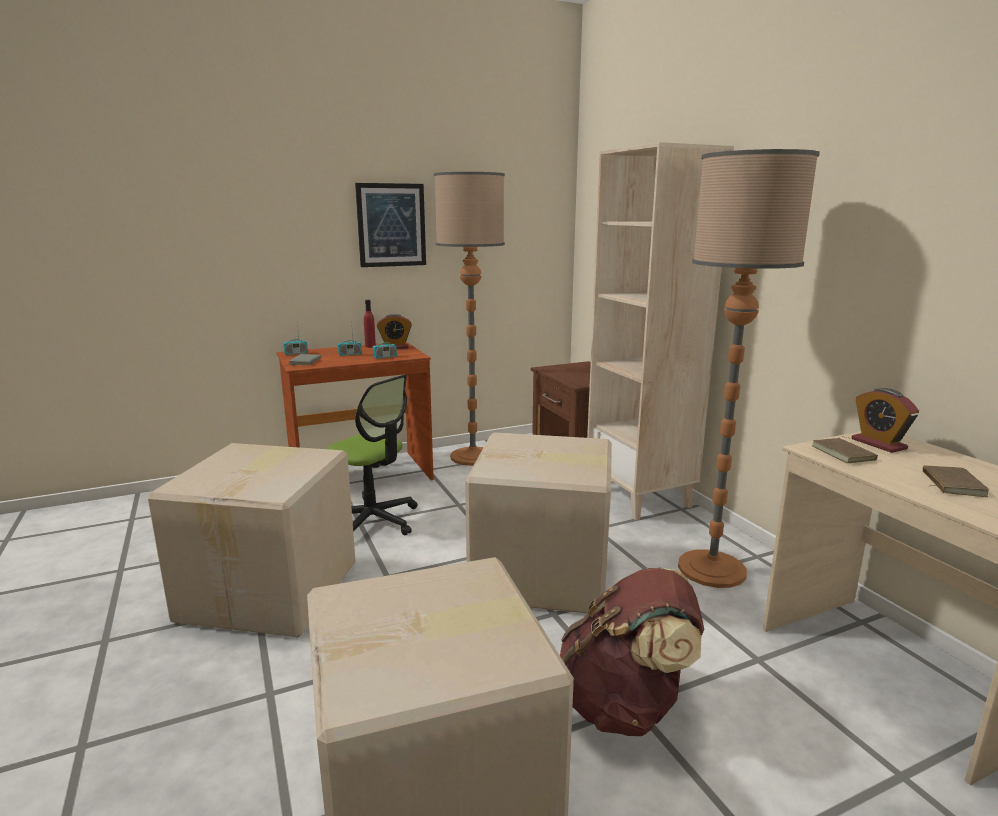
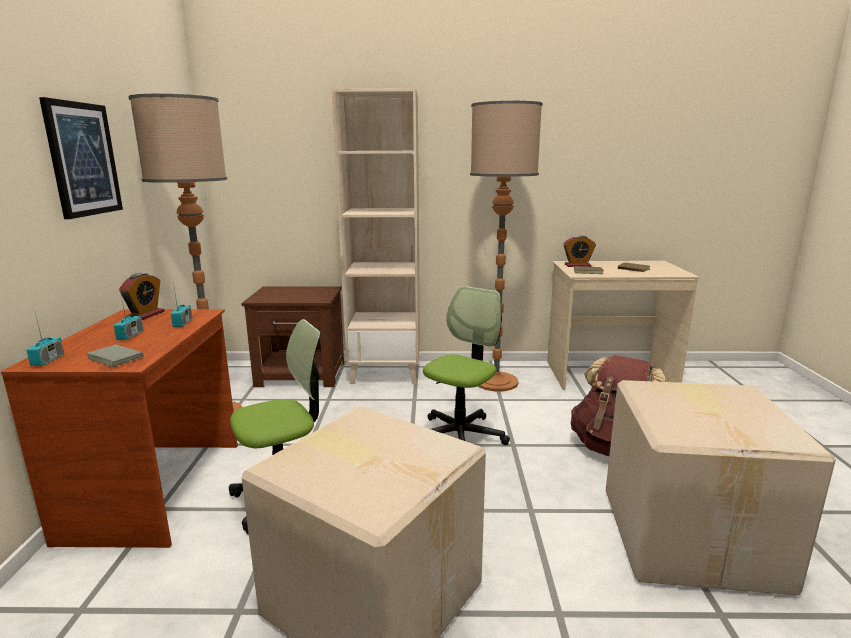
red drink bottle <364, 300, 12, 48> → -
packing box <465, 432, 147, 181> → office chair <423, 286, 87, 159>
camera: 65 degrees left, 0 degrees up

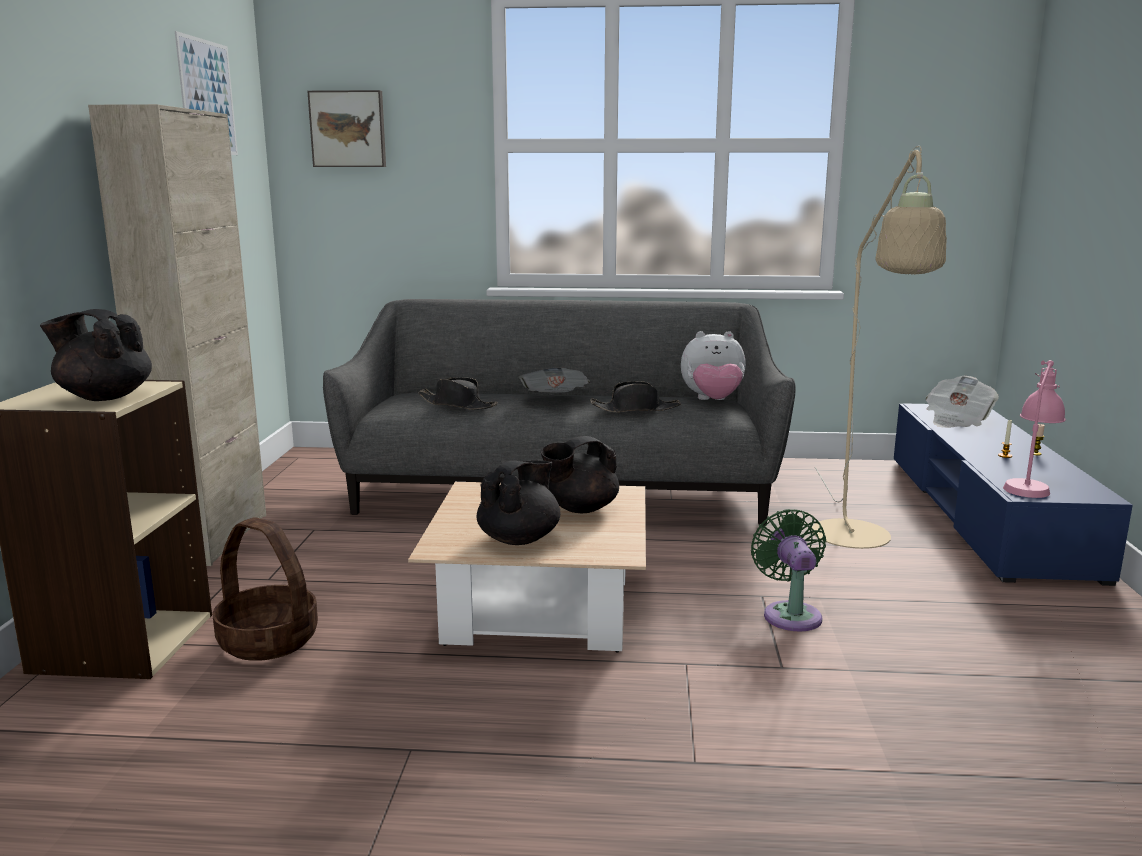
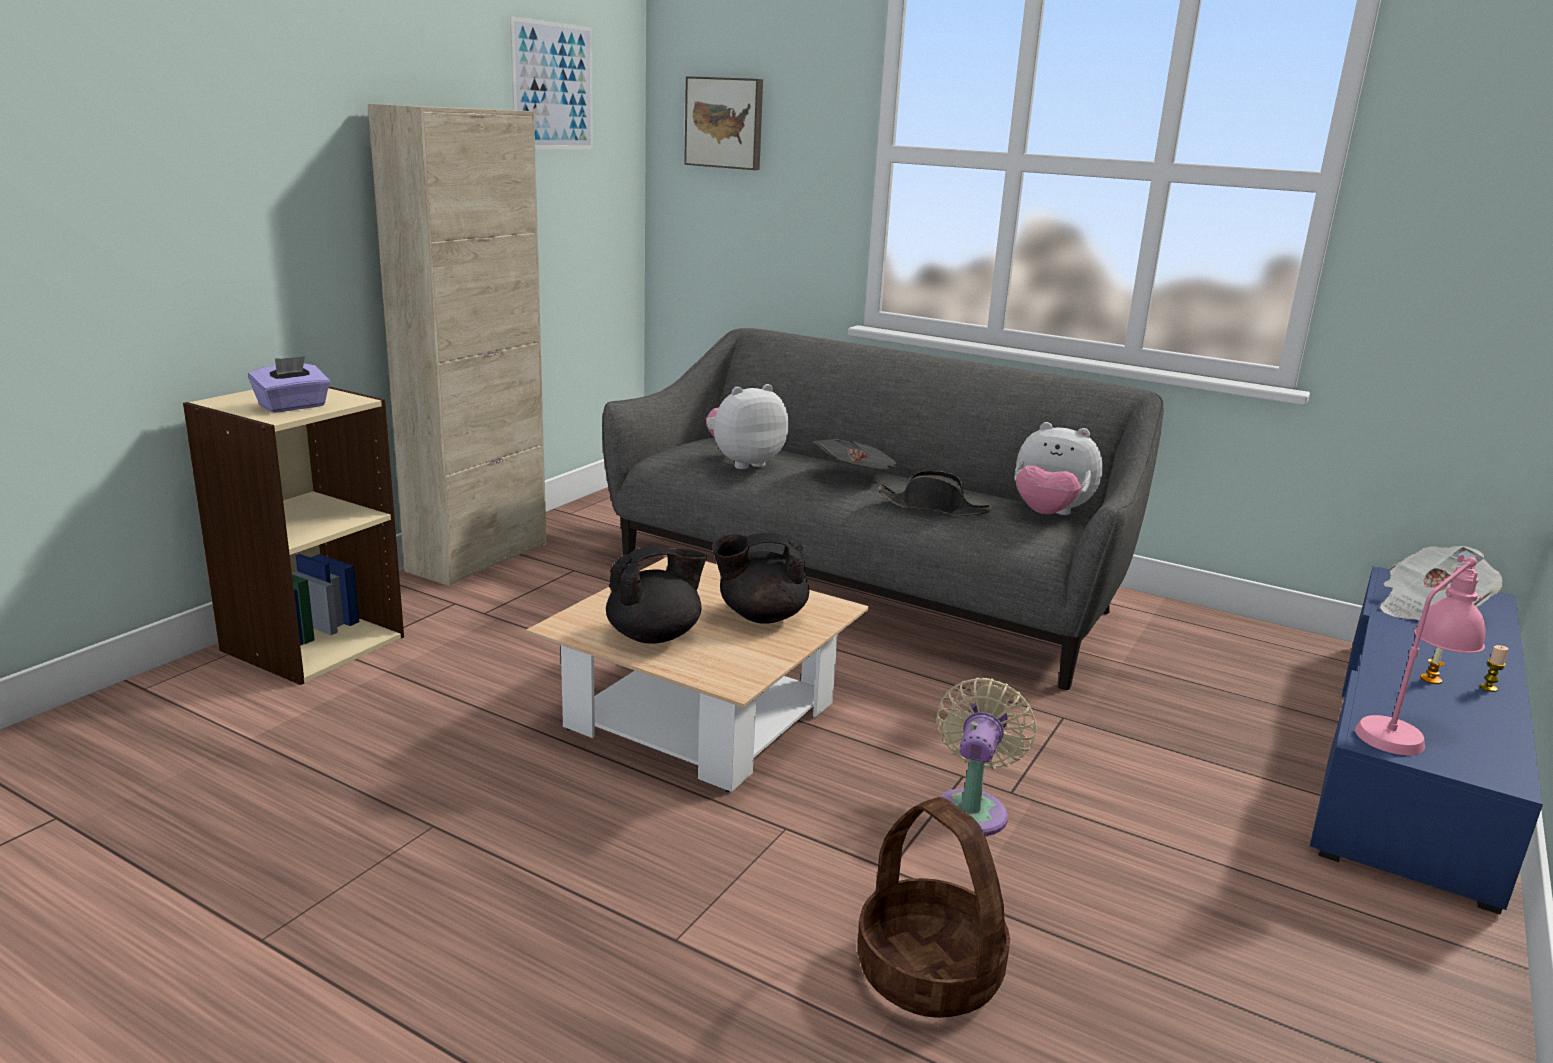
blackish teapot <40, 309, 112, 92> → purplish tissue holder <248, 356, 82, 57>
household basket <212, 517, 106, 144> → household basket <857, 797, 153, 221>, relocated
blackish hat <418, 377, 80, 33> → soft toy <706, 384, 83, 85>
green-coloured electric fan <751, 509, 75, 123> → beige-coloured electric fan <936, 678, 101, 158>
beige-coloured standard lamp <812, 146, 135, 403> → -
camera: 25 degrees right, 5 degrees up

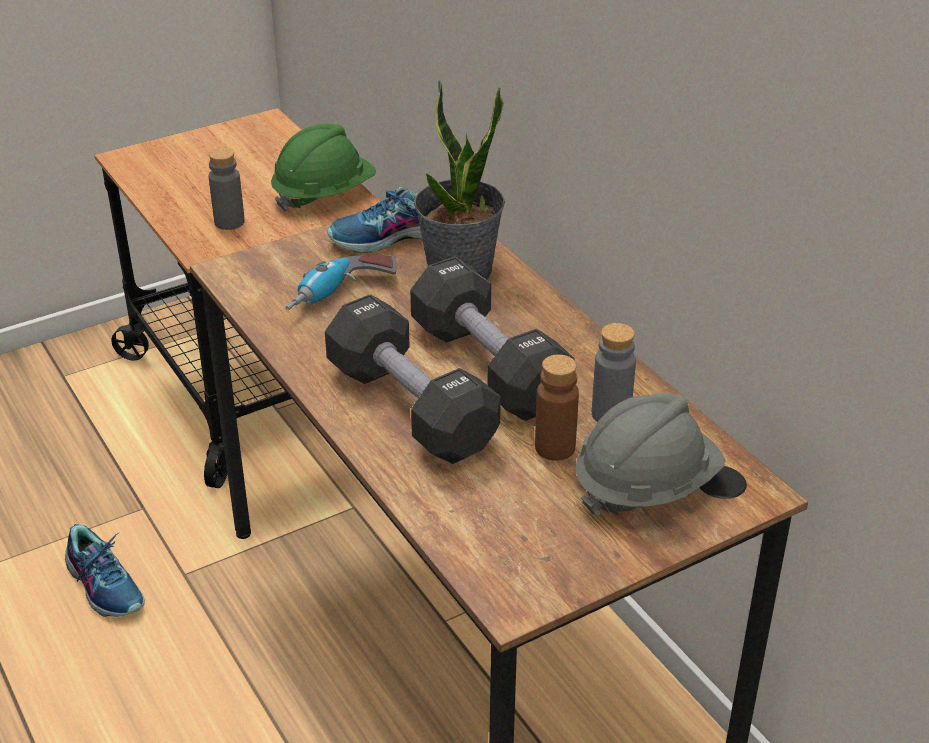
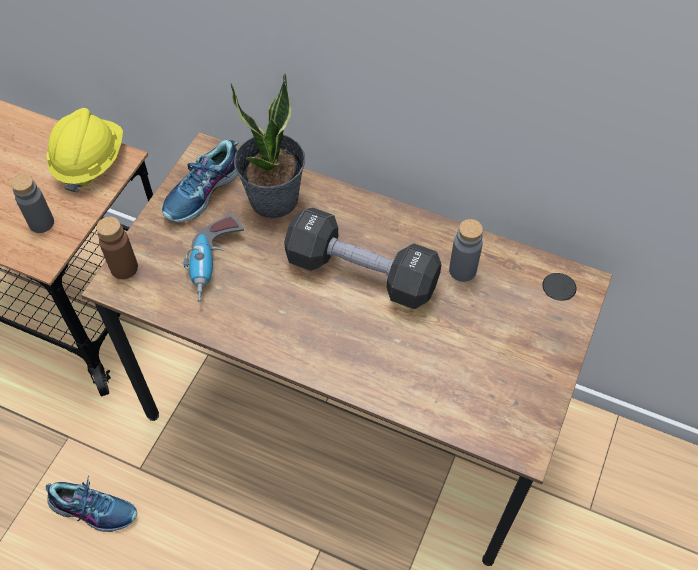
green-coloured safety helmet <271, 124, 105, 87> → yellow-coloured safety helmet <46, 108, 77, 85>
blackish free weight <325, 294, 176, 170> → -
brownish drink bottle <535, 354, 44, 107> → brownish drink bottle <96, 217, 42, 62>, relocated
greyish safety helmet <575, 394, 150, 123> → -
camera: 35 degrees left, 20 degrees up

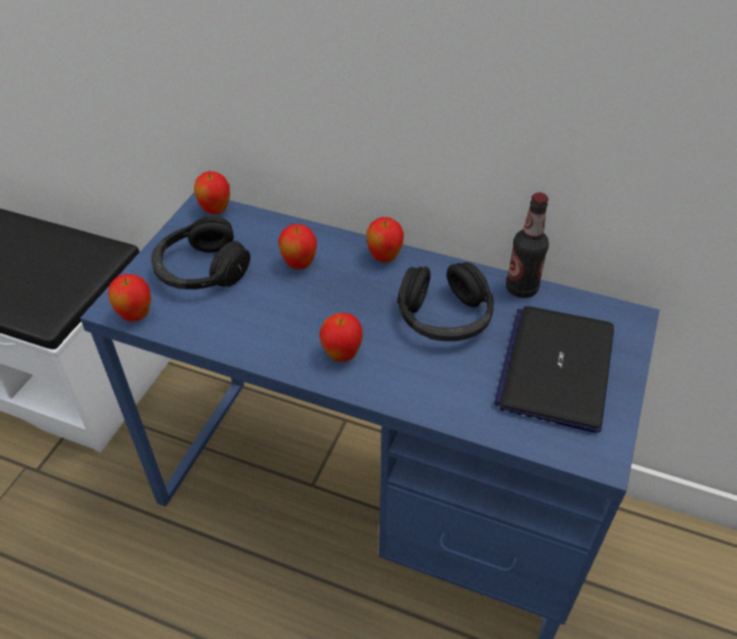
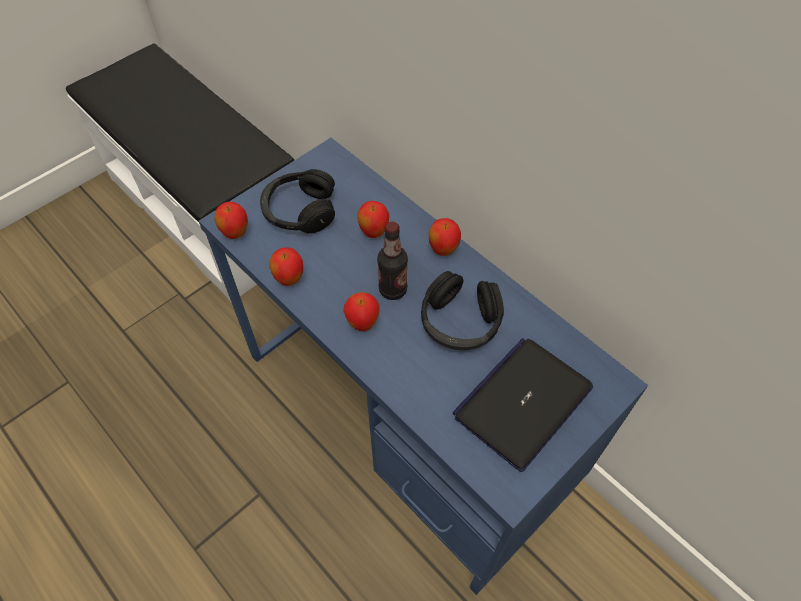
apple fruit <194, 171, 36, 43> → apple fruit <269, 247, 34, 39>, relocated
drink bottle <506, 192, 43, 106> → drink bottle <377, 222, 31, 78>, relocated
camera: 25 degrees right, 10 degrees up

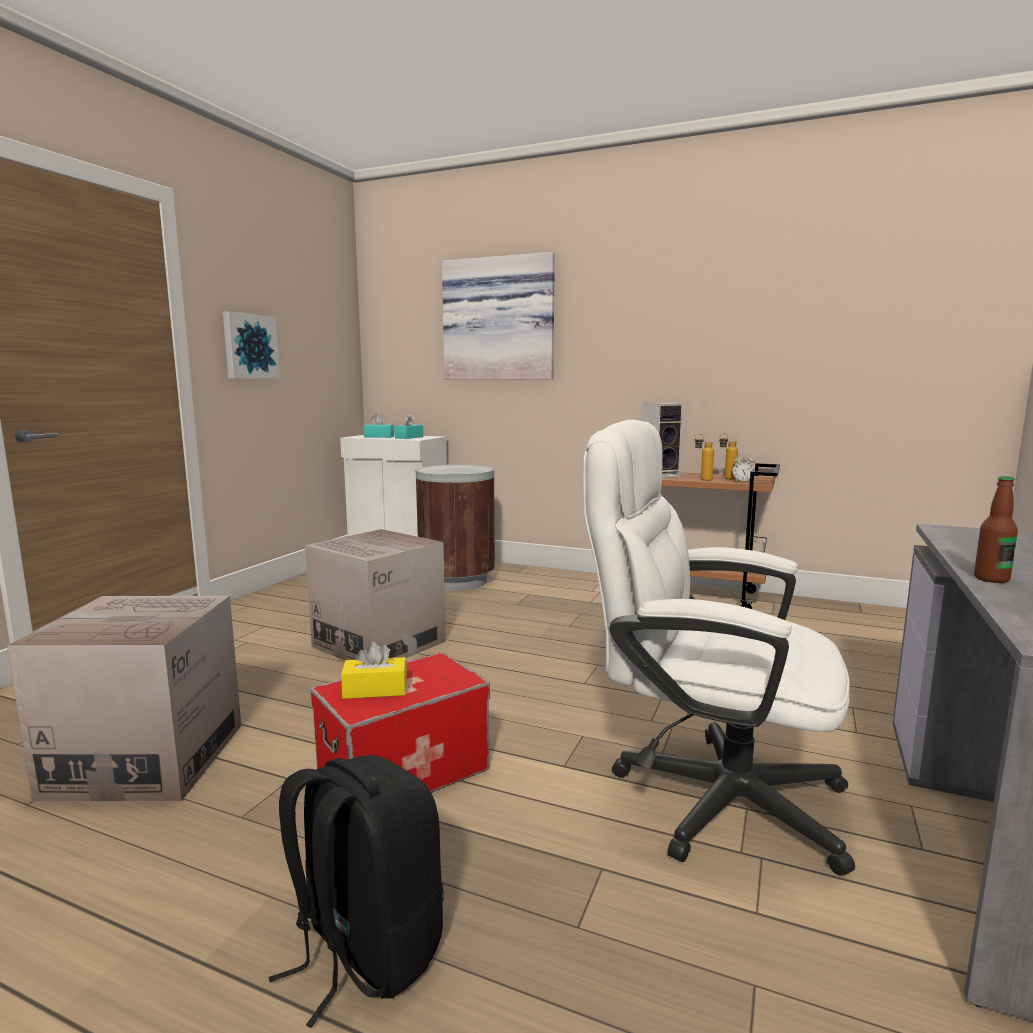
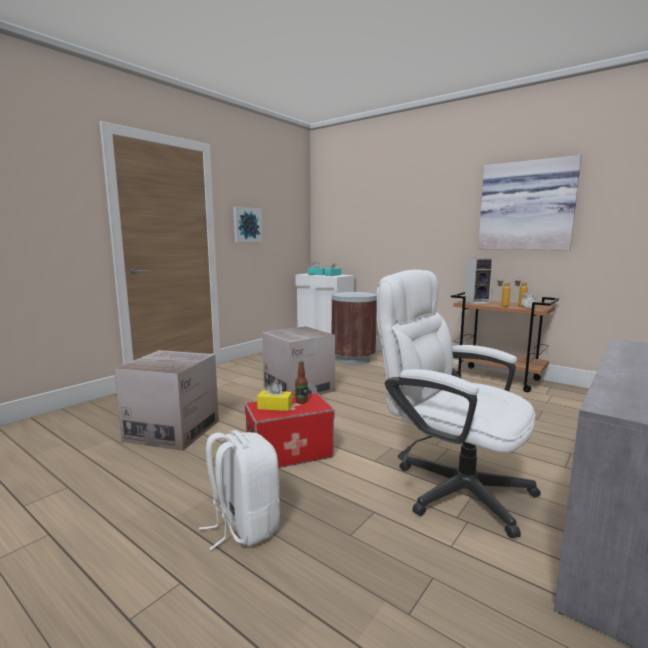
blackish knapsack <269, 755, 174, 273> → whitish knapsack <199, 430, 81, 120>
wall picture <442, 252, 113, 128> → wall picture <478, 155, 103, 95>, relocated
drink bottle <974, 476, 44, 107> → drink bottle <295, 361, 13, 43>, relocated
camera: 15 degrees right, 0 degrees up

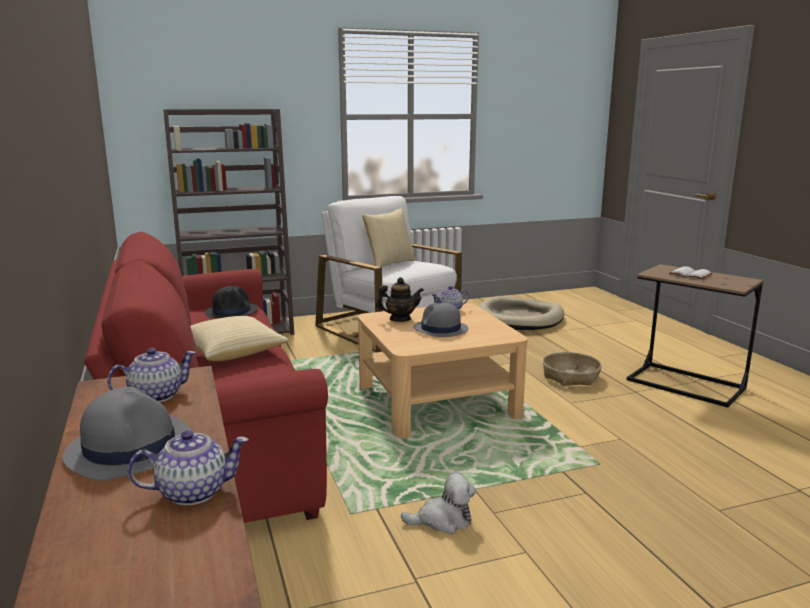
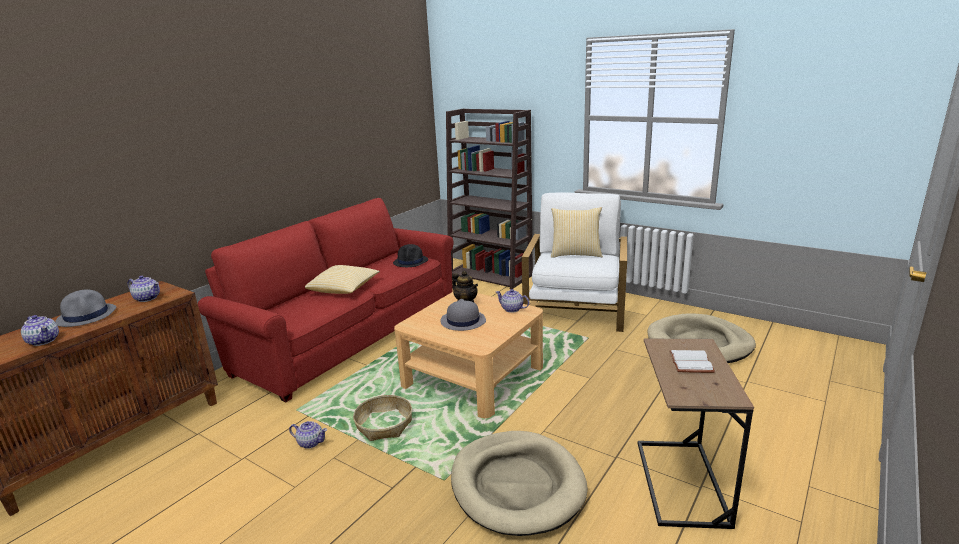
soft toy <401, 472, 75, 62> → teapot <289, 421, 38, 28>
household basket <543, 352, 59, 34> → household basket <353, 395, 59, 46>, relocated
- → beige-coloured pet bed <451, 431, 137, 105>
camera: 55 degrees right, 5 degrees up

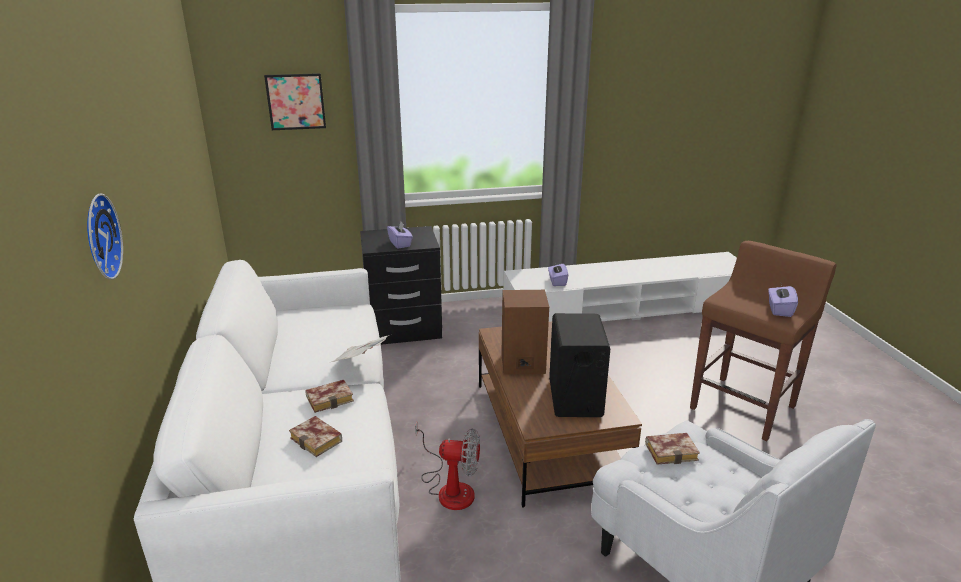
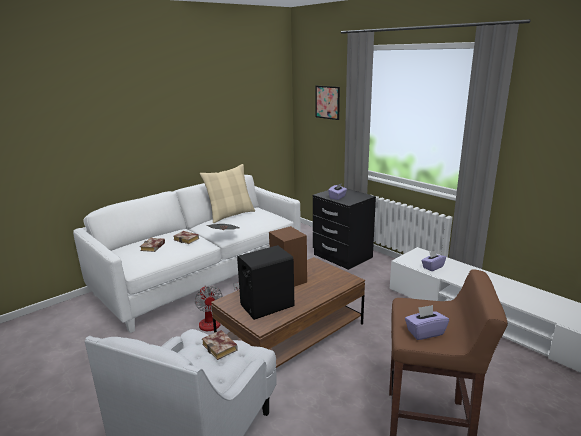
hanging clock <87, 193, 36, 87> → -
- → beige-coloured pillow <200, 164, 55, 59>
camera: 60 degrees right, 5 degrees down

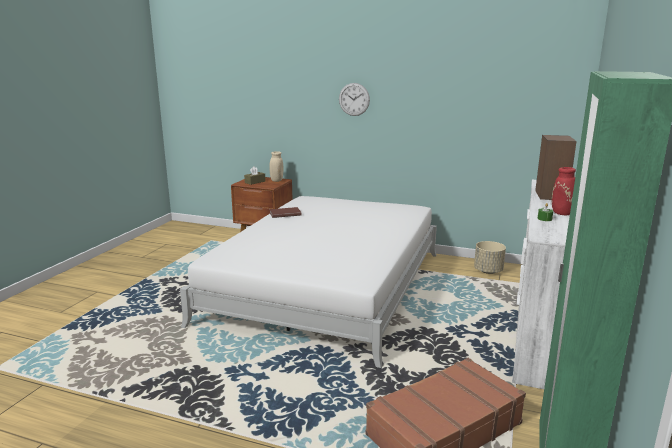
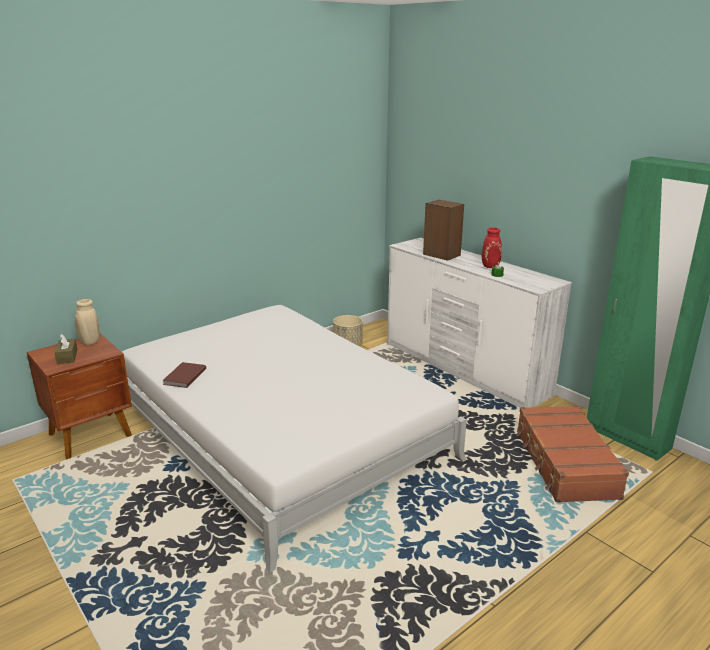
hanging clock <339, 83, 31, 33> → -
camera: 60 degrees left, 5 degrees up

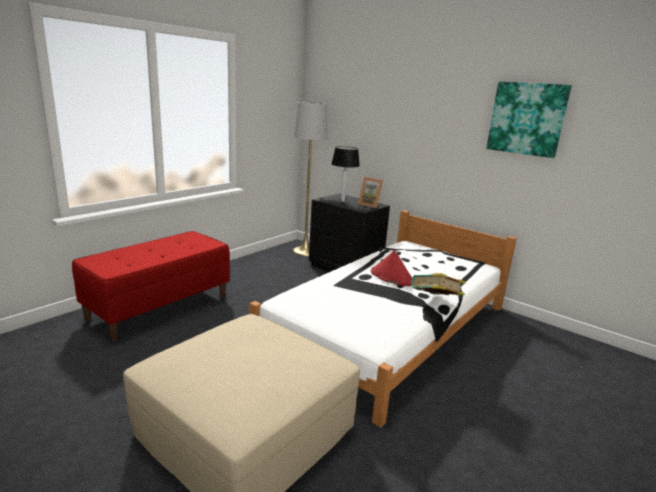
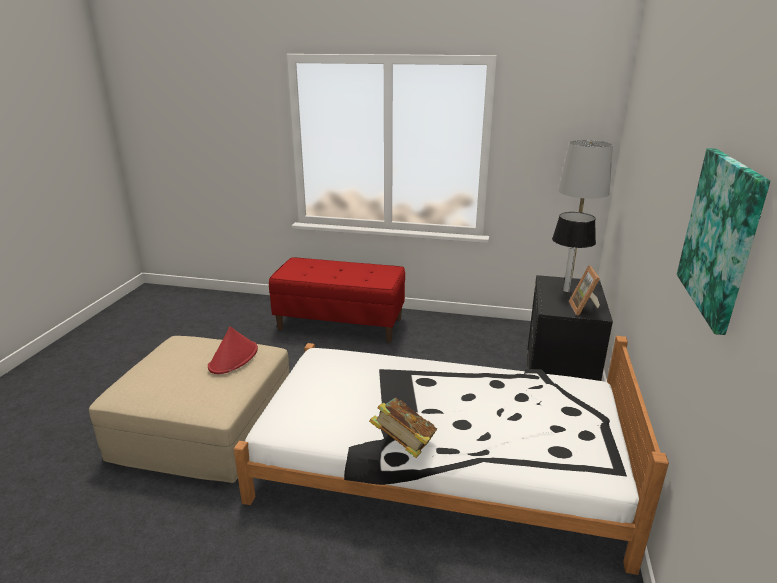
red hat <371, 250, 41, 36> → red hat <208, 327, 50, 47>, relocated
camera: 65 degrees right, 5 degrees up

